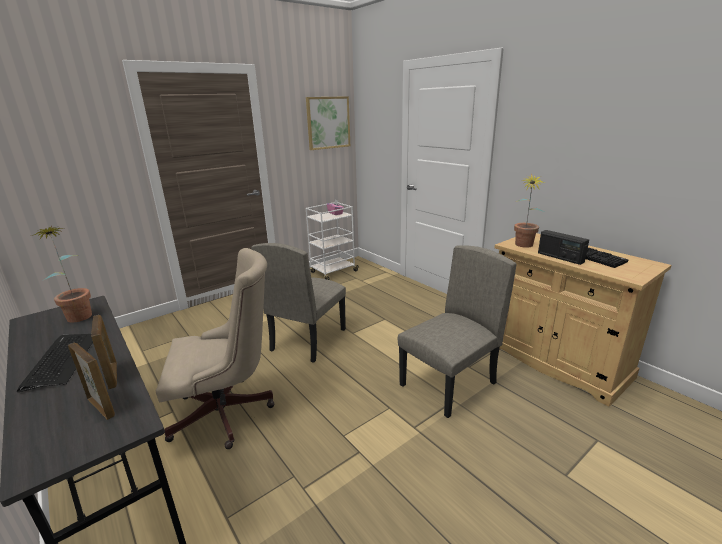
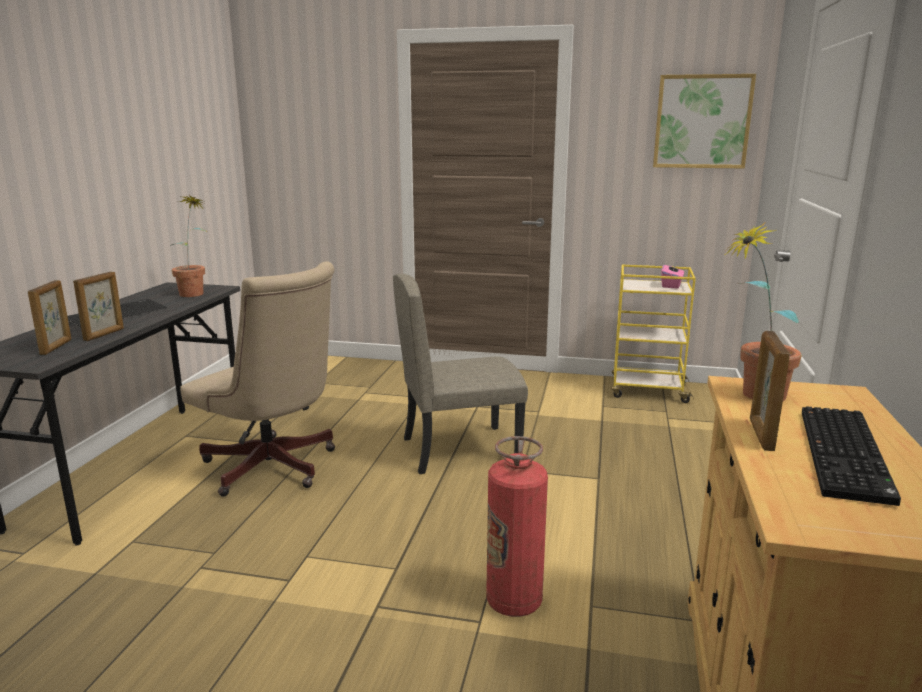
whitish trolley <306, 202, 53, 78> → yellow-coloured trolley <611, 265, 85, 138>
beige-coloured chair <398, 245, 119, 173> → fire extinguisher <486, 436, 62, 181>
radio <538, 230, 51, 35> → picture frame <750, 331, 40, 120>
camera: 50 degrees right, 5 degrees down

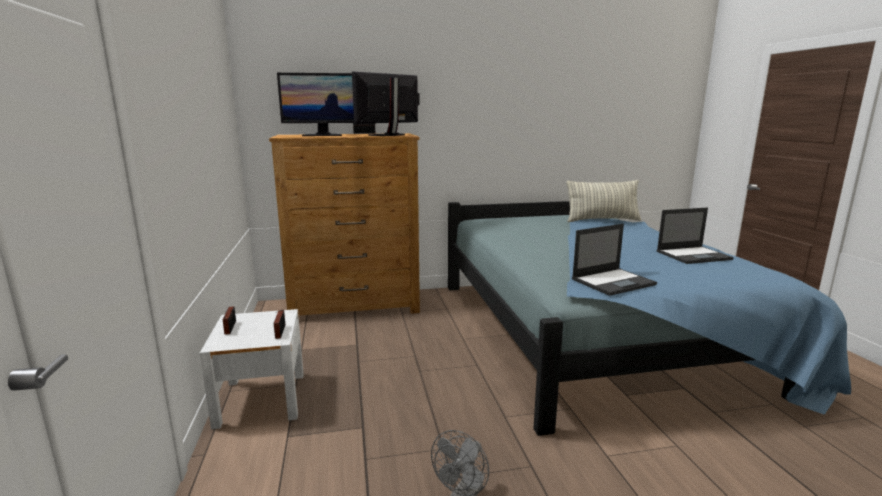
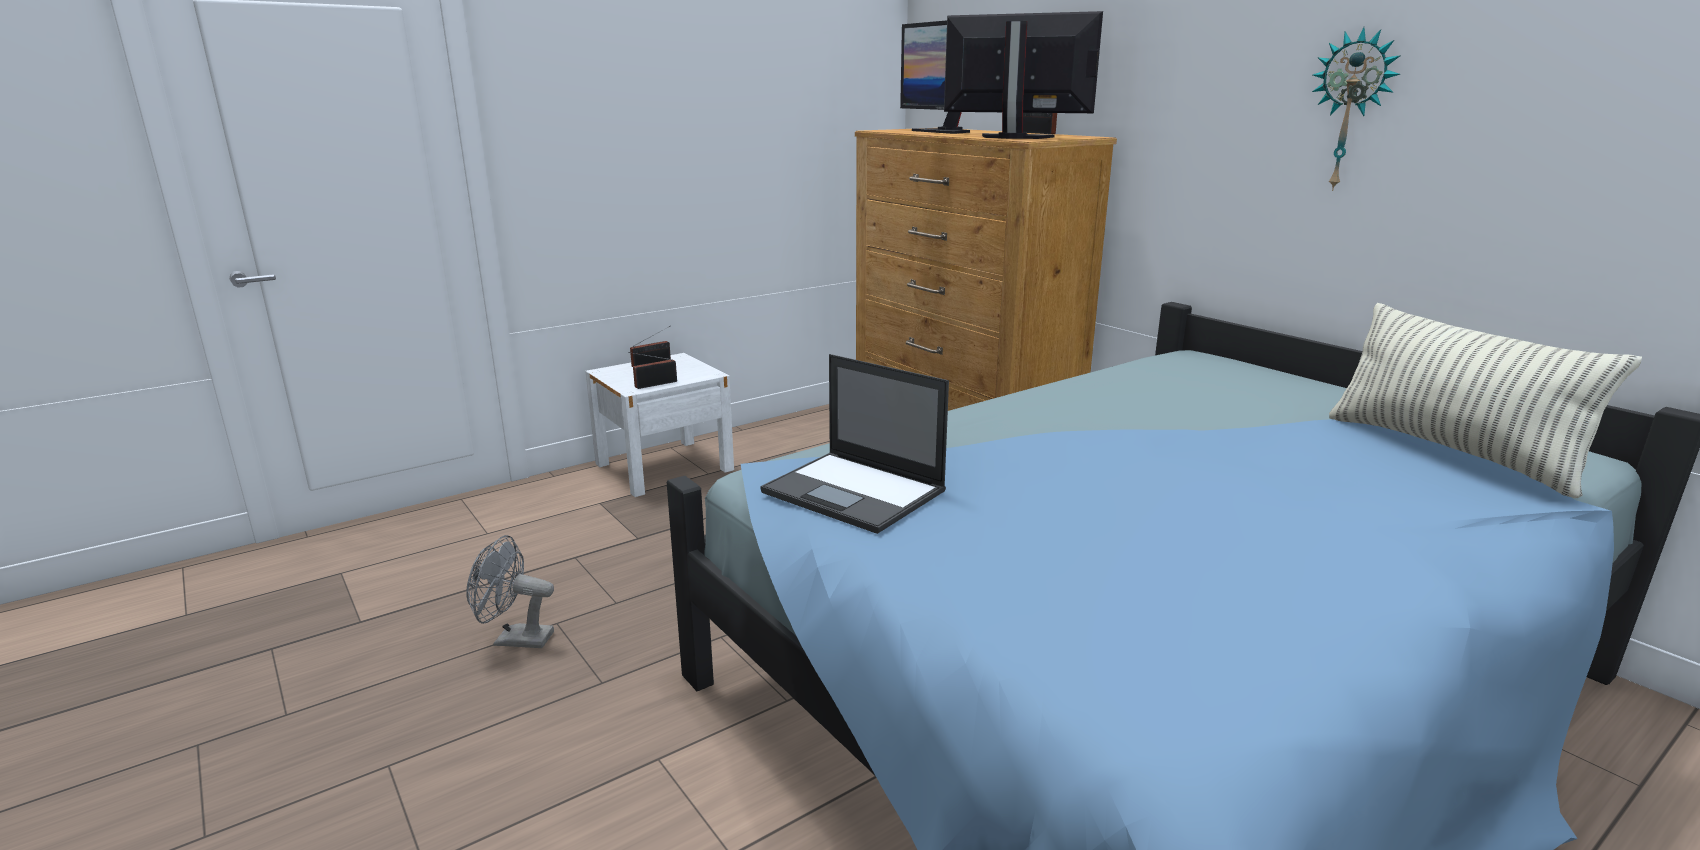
laptop <657, 208, 77, 56> → -
- → hanging clock <1312, 27, 89, 164>
camera: 65 degrees right, 5 degrees up

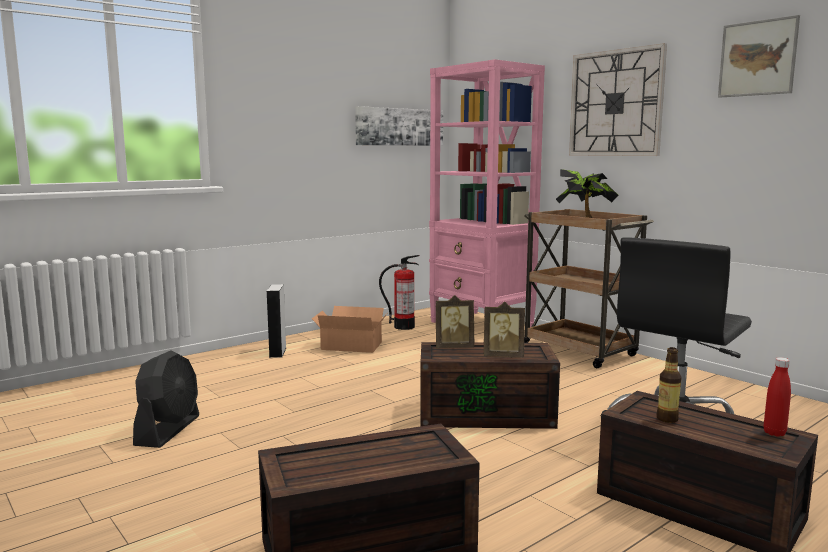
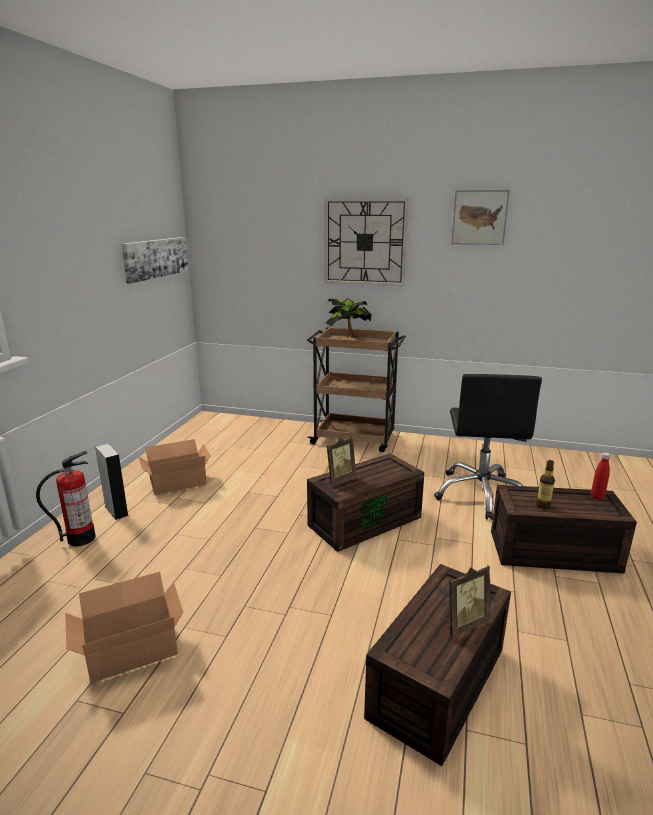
blackish electric fan <133, 350, 66, 98> → packing box <65, 572, 118, 111>
fire extinguisher <379, 255, 41, 75> → fire extinguisher <36, 451, 60, 95>, relocated
pinkish bookcase <429, 59, 116, 268> → -
picture frame <483, 302, 42, 56> → picture frame <441, 565, 49, 72>, relocated
camera: 35 degrees left, 10 degrees up

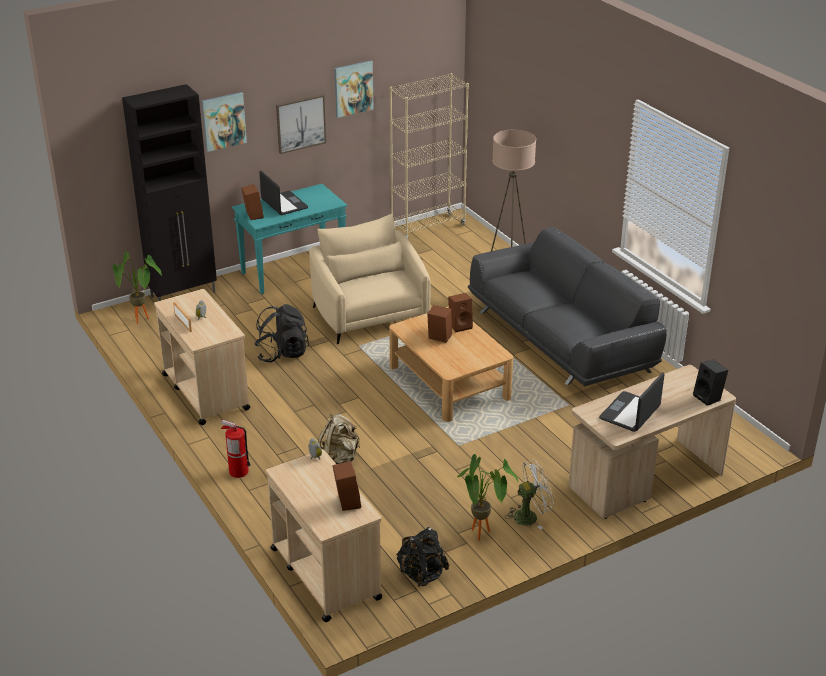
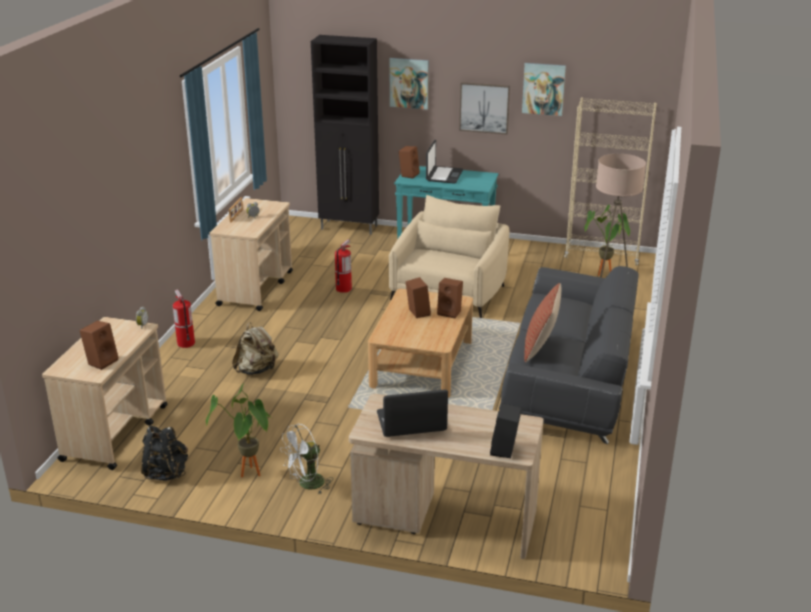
plant in a pot <113, 250, 49, 74> → plant in a pot <584, 204, 46, 72>, relocated
blackish knapsack <254, 304, 55, 58> → fire extinguisher <335, 239, 17, 54>
whitish electric fan <505, 460, 49, 69> → whitish electric fan <280, 424, 53, 71>, 120 degrees clockwise
- → pillow <524, 283, 37, 79>
camera: 45 degrees right, 5 degrees down

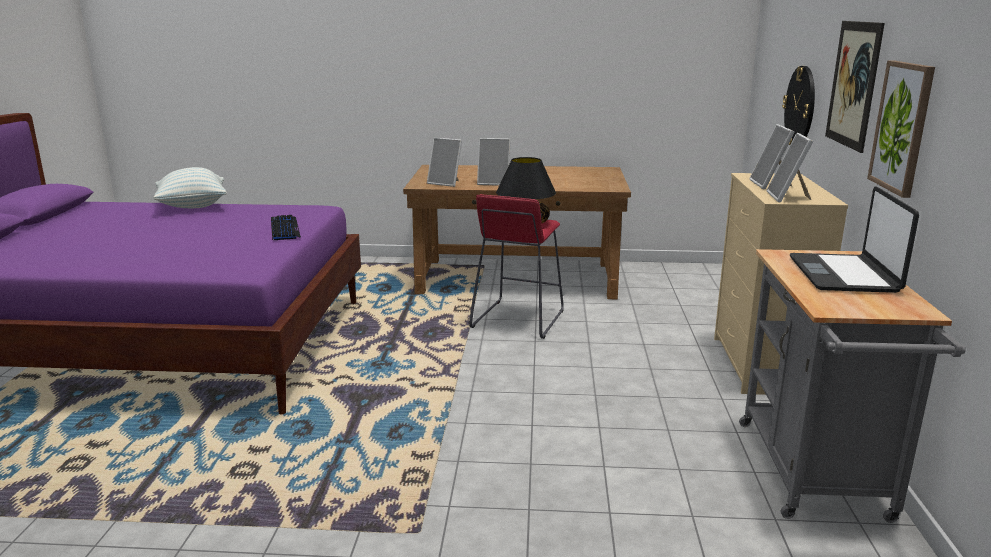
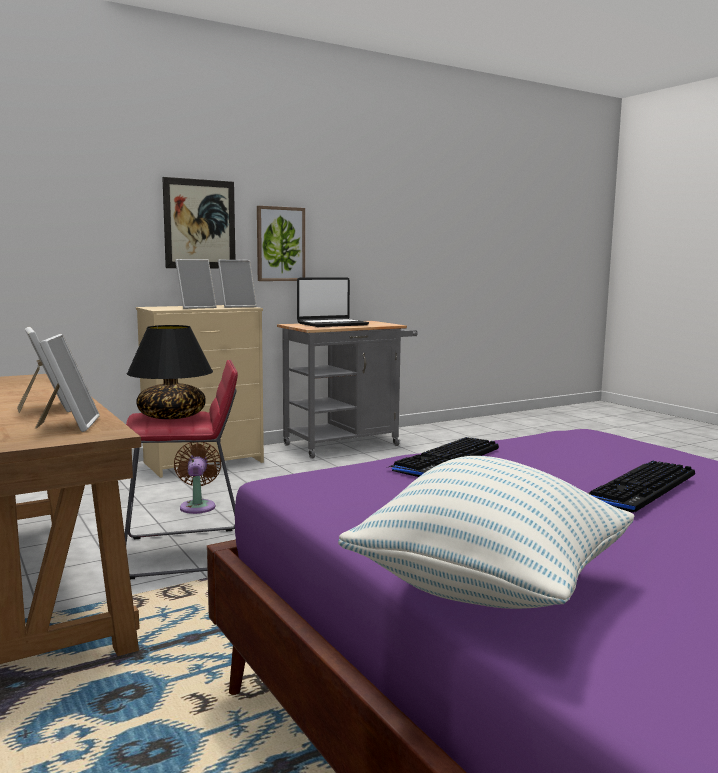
hanging clock <782, 66, 33, 79> → -
- → brownish electric fan <174, 442, 47, 72>
- → PC keyboard <588, 461, 107, 52>
camera: 125 degrees left, 10 degrees down

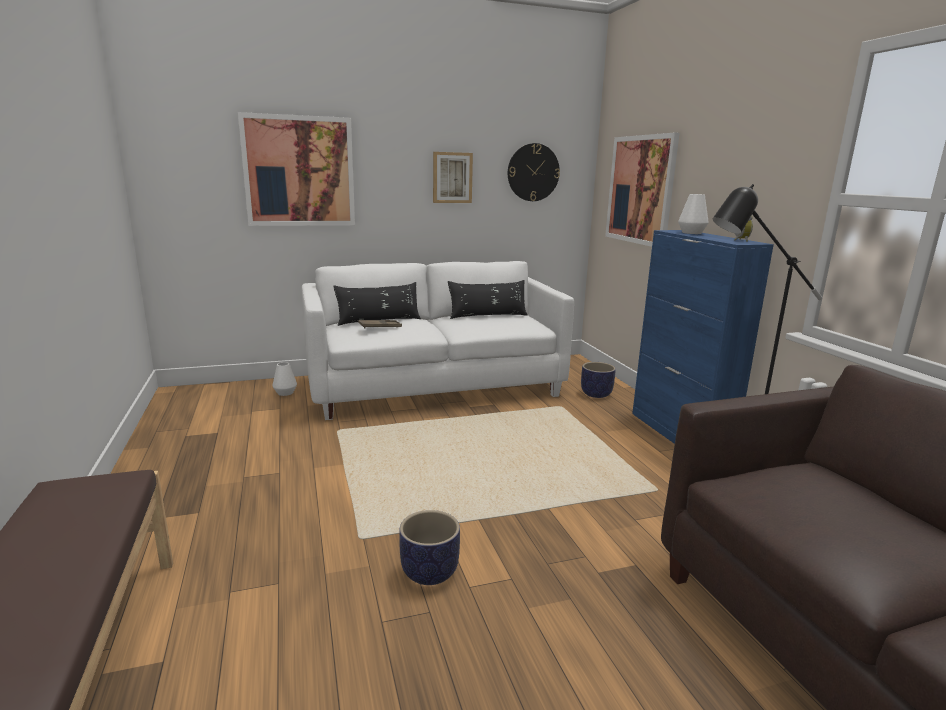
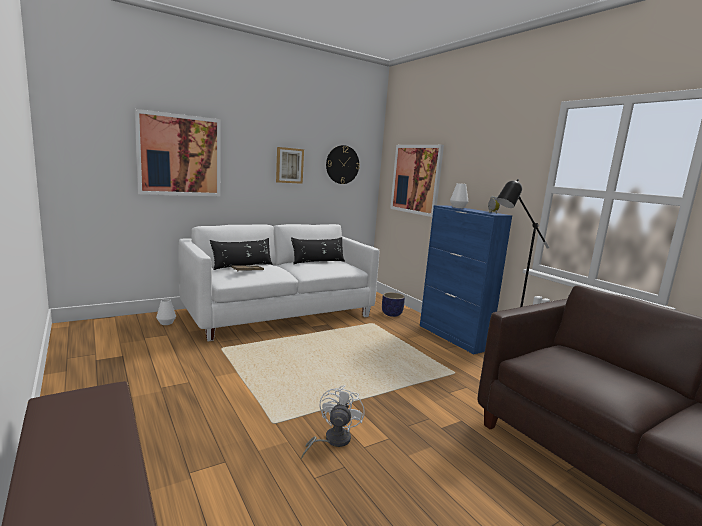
flower pot <399, 510, 61, 75> → whitish electric fan <301, 385, 64, 74>
camera: 15 degrees left, 5 degrees down

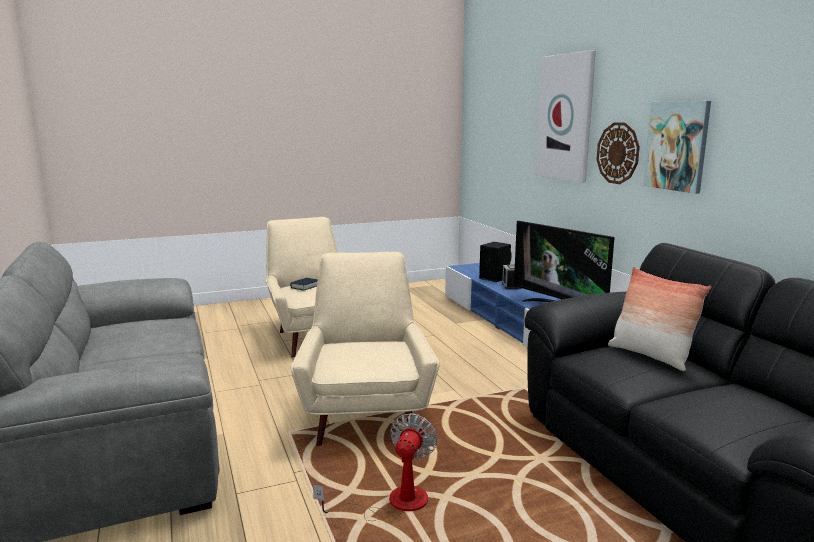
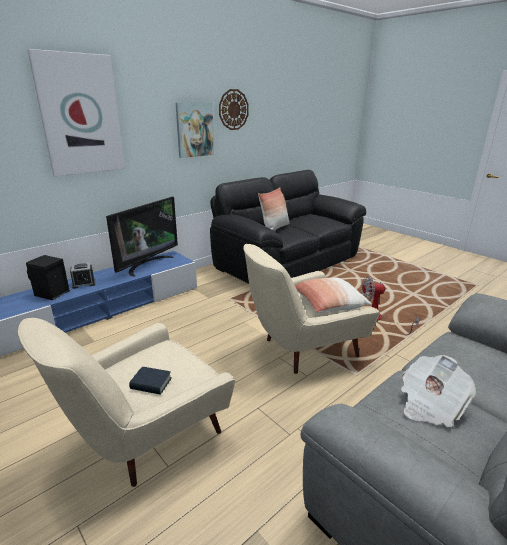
hanging clock <596, 122, 44, 62> → hanging clock <219, 89, 30, 41>, relocated
- → pillow <295, 278, 77, 35>
- → daily paper <401, 355, 75, 72>
camera: 110 degrees left, 10 degrees up

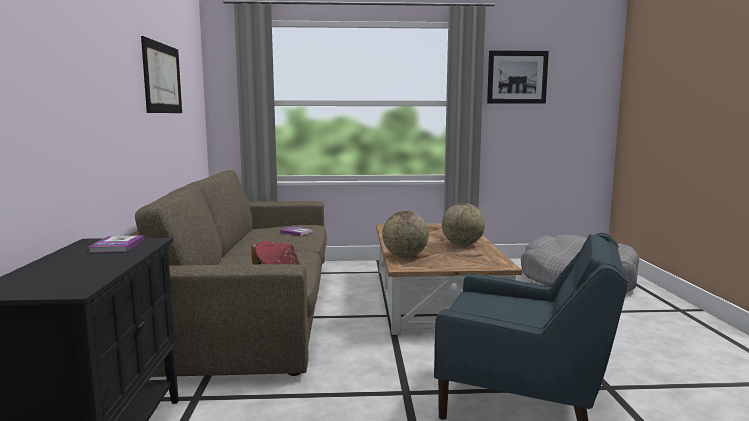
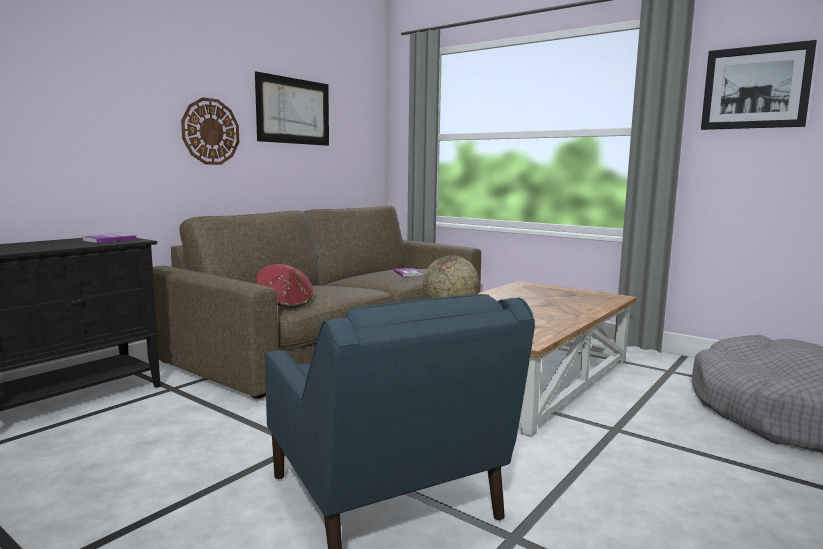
globe <442, 203, 43, 43> → -
- → hanging clock <181, 97, 58, 68>
camera: 40 degrees right, 0 degrees up

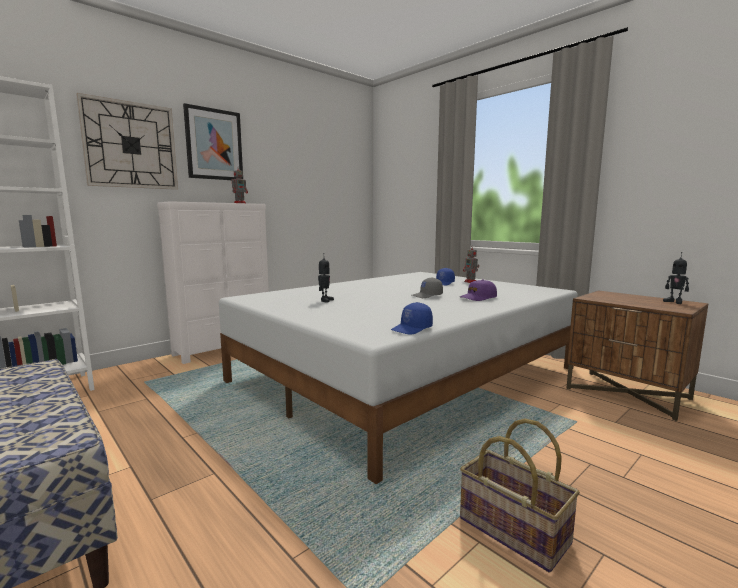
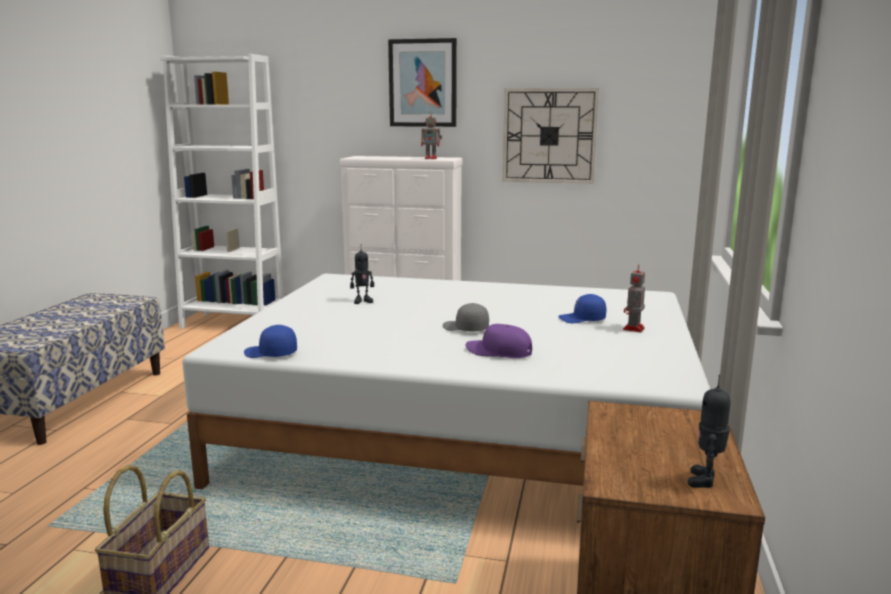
hanging clock <76, 93, 102, 97> → hanging clock <503, 88, 96, 96>, relocated
camera: 55 degrees right, 5 degrees up

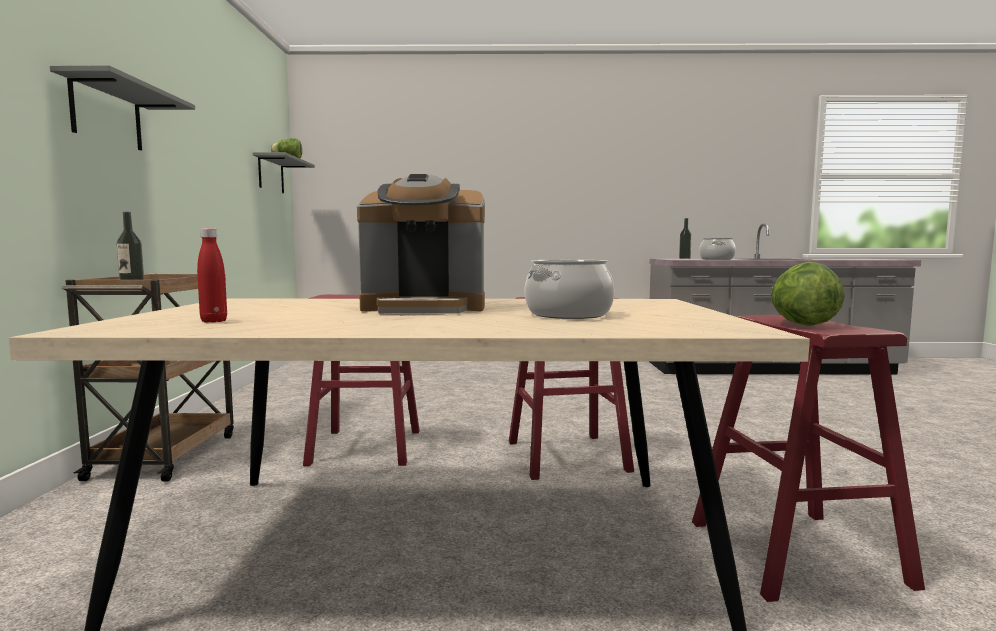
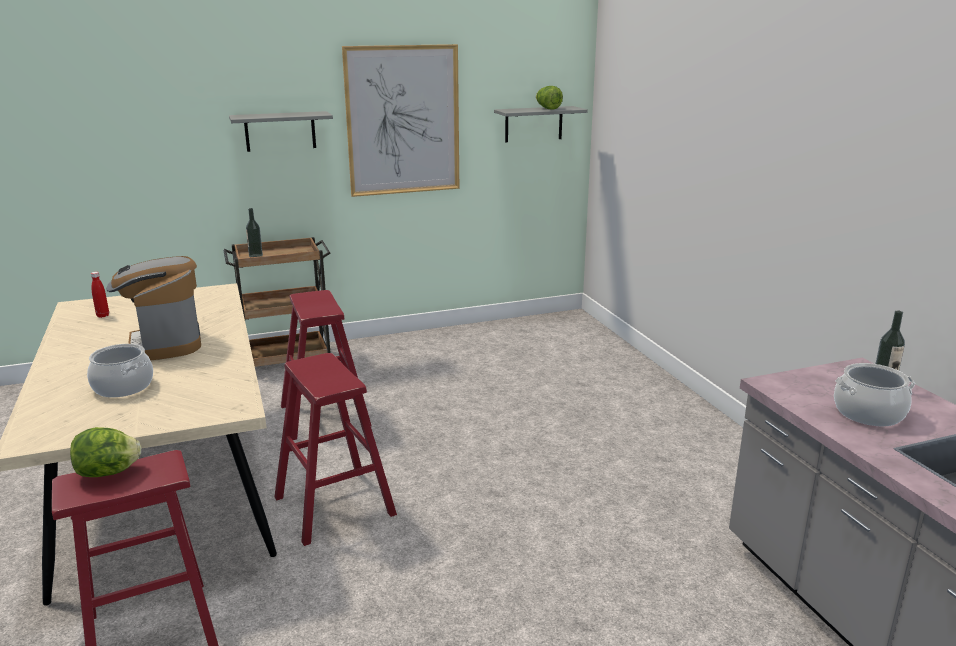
- → wall picture <342, 44, 117, 153>
camera: 70 degrees right, 15 degrees up

